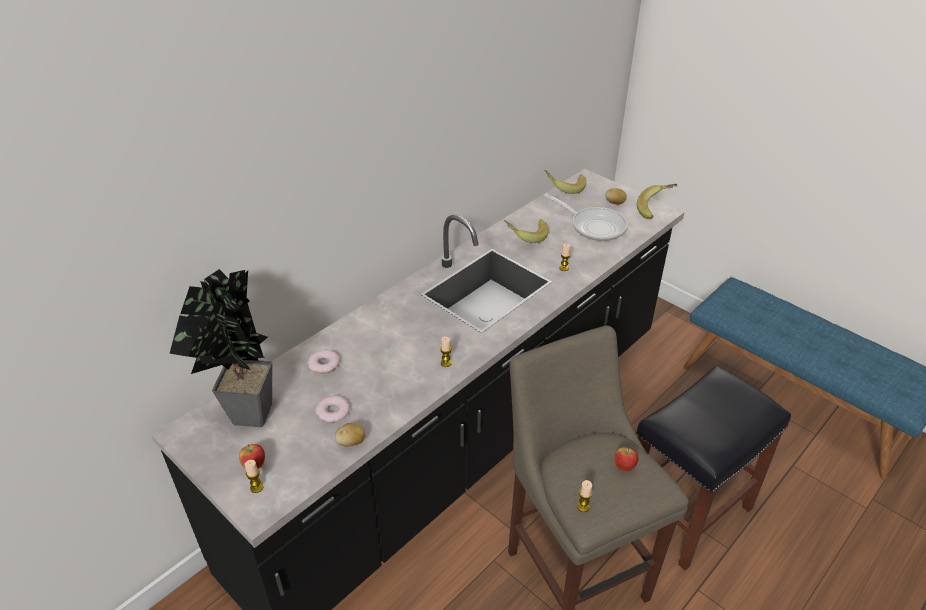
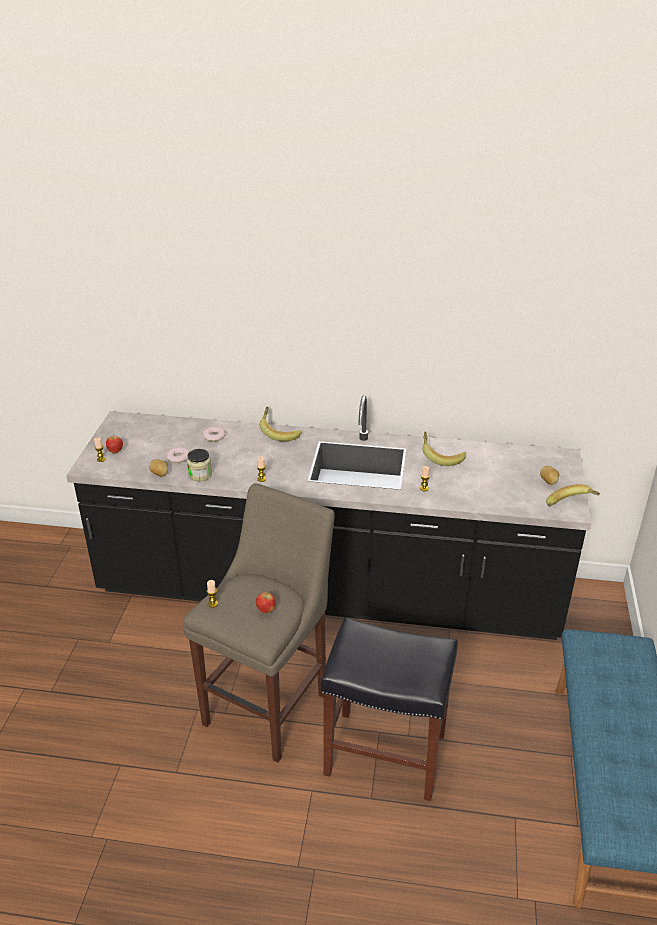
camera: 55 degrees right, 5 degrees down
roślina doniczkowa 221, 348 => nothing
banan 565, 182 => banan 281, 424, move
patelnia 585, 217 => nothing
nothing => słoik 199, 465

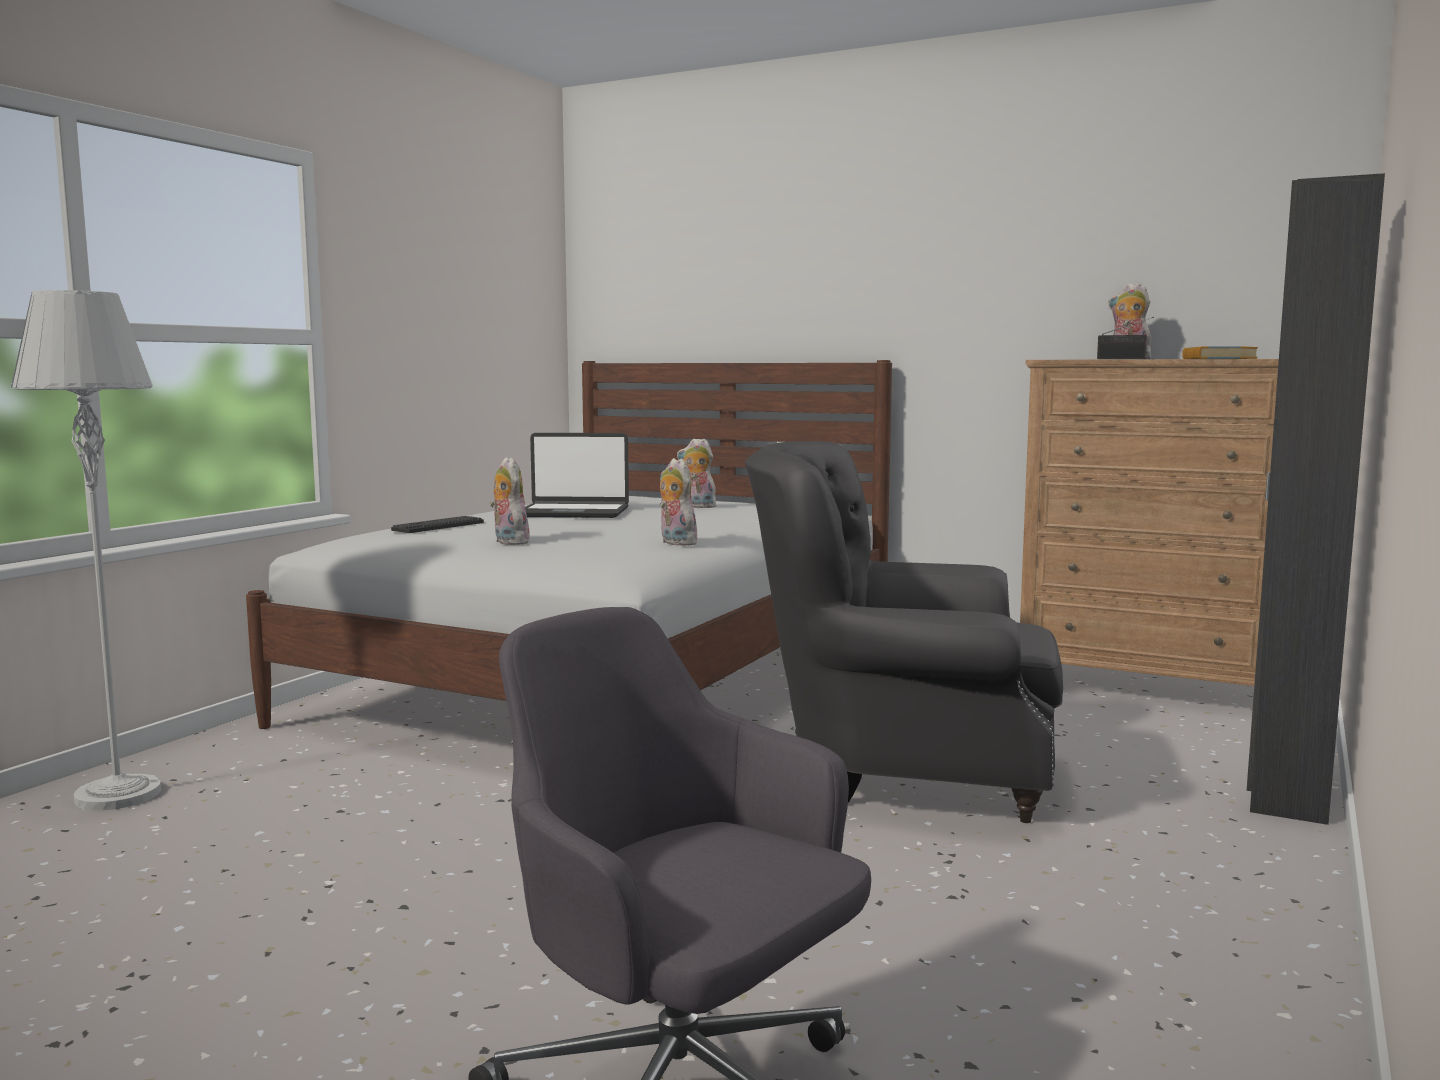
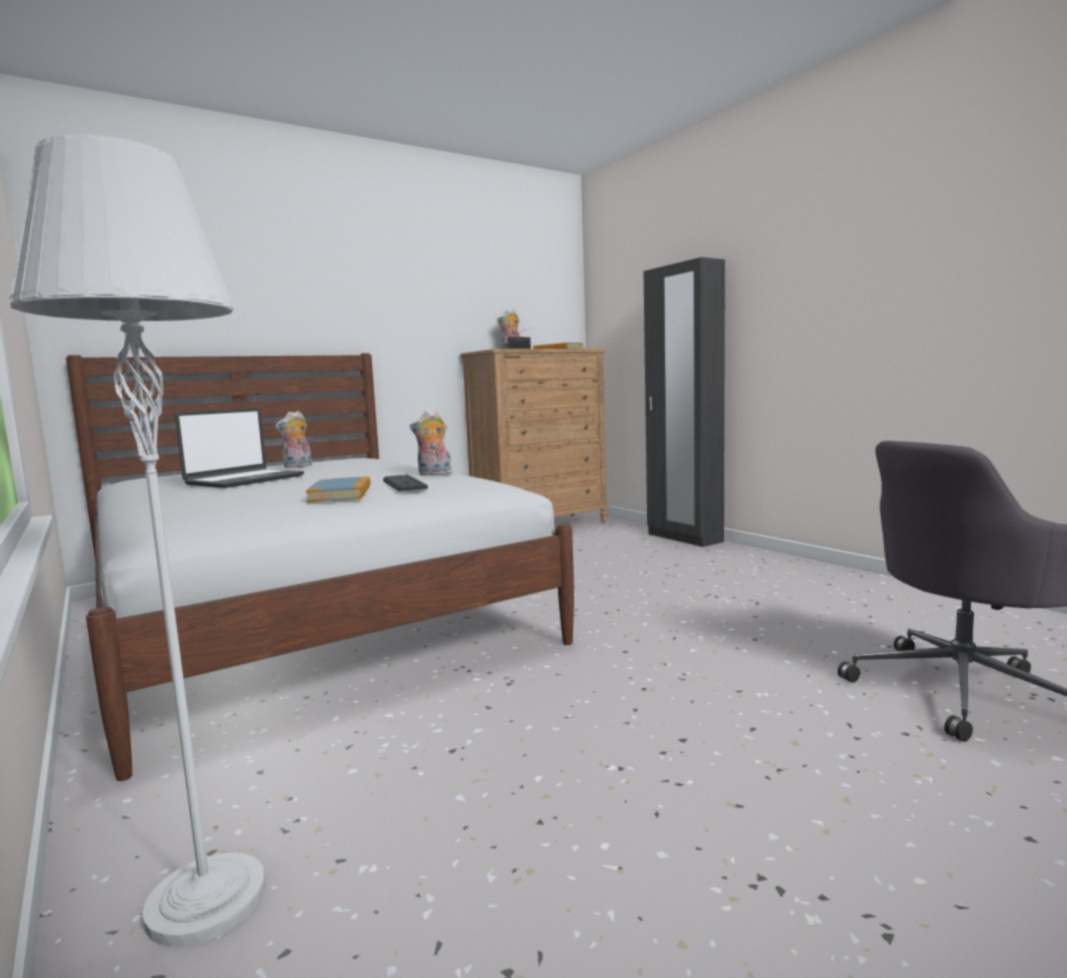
camera: 60 degrees left, 0 degrees up
klawiatura 437, 524 => klawiatura 405, 483, move
pluszak 509, 501 => książka 337, 489
fotel [szary] 904, 632 => nothing

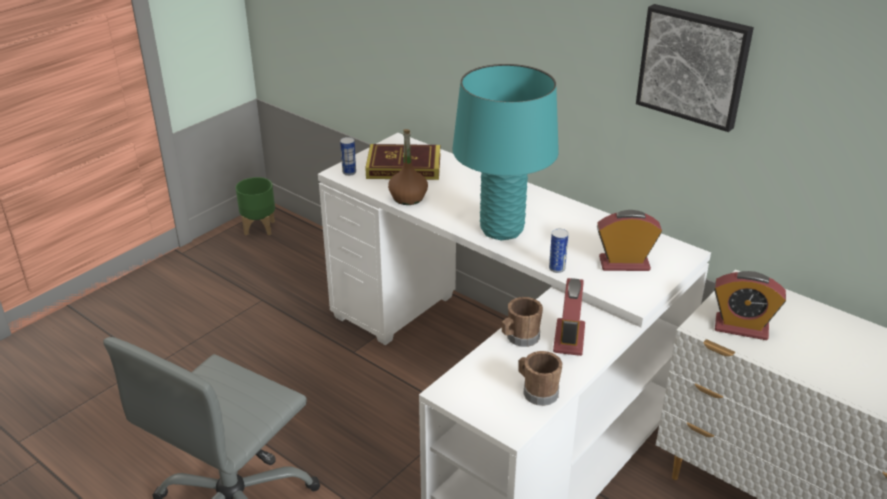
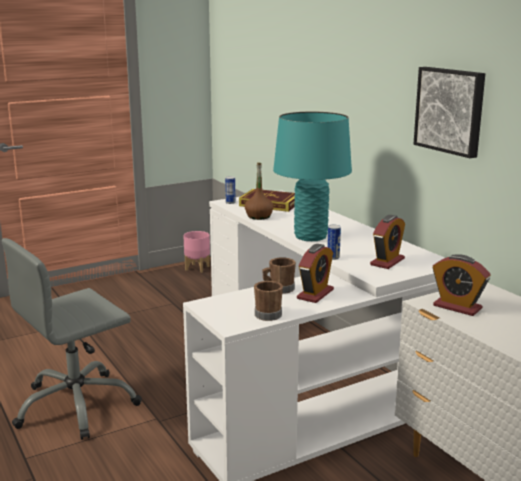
camera: 20 degrees right, 15 degrees down
donica [zielony] 255, 206 => donica [różowy] 197, 252
budzik 629, 240 => budzik 387, 242, 105 degrees clockwise

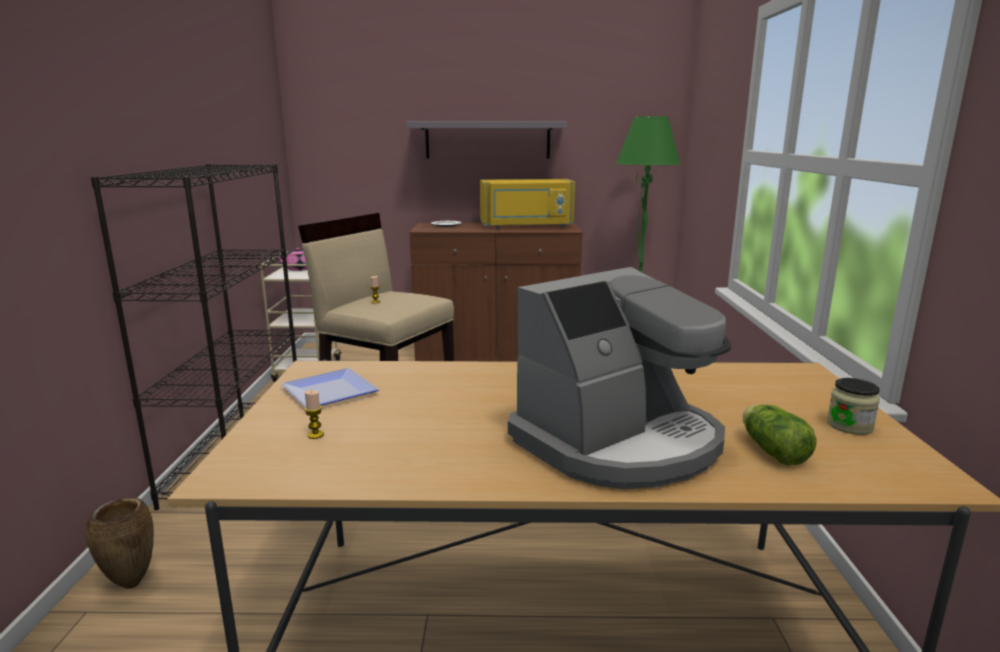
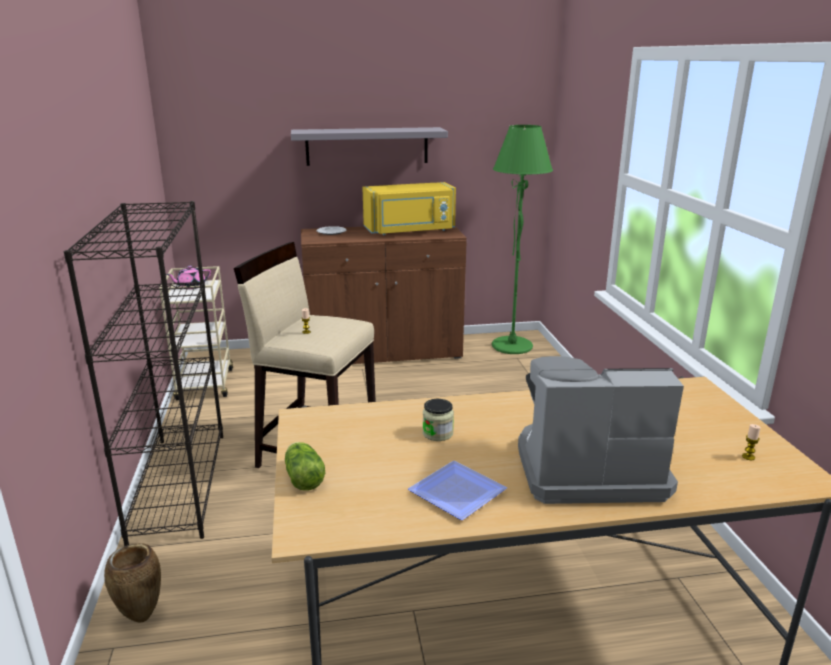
camera: 10 degrees left, 5 degrees up
talerz 330, 387 => talerz 457, 490, move
świeca 314, 414 => świeca 751, 442, move
ekspres do kawy 619, 378 => ekspres do kawy 601, 430, 135 degrees counterclockwise
sałata 780, 434 => sałata 305, 466, move
słoik 853, 406 => słoik 438, 420, move

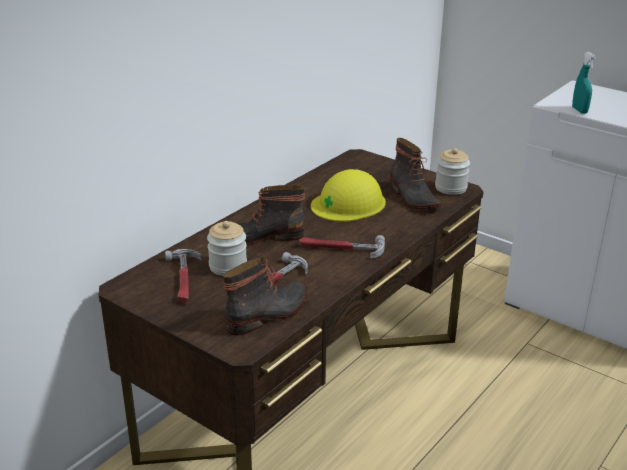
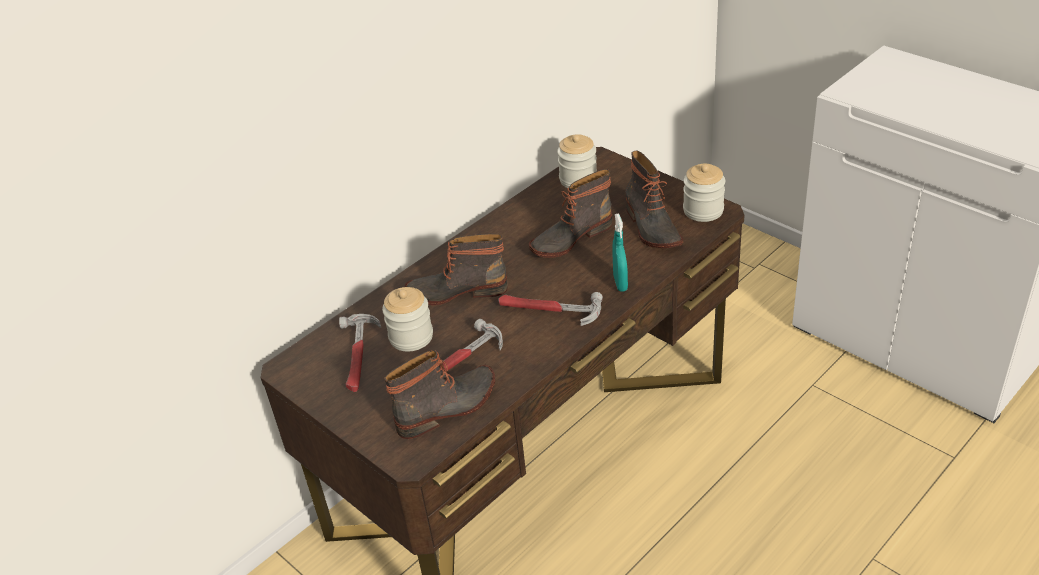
camera: 10 degrees right, 10 degrees up
kask [żółty] 348, 195 => but z cholewką 570, 213
spryskiwacz [turkusowy] 584, 83 => spryskiwacz [turkusowy] 620, 252, move
nothing => słoik 577, 161

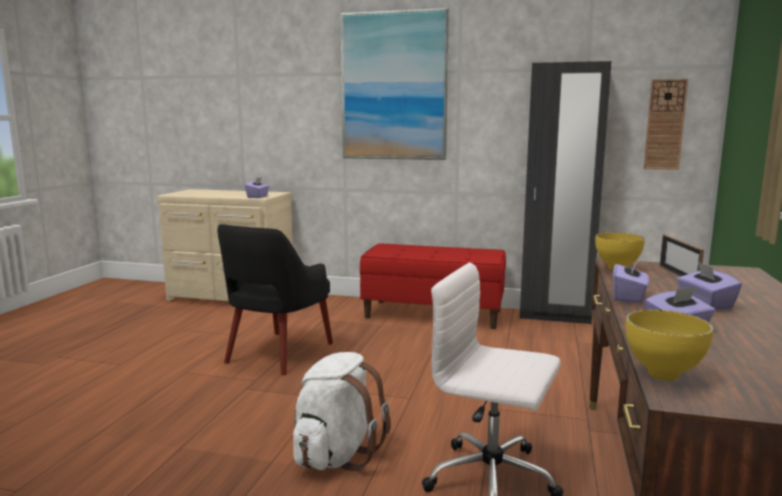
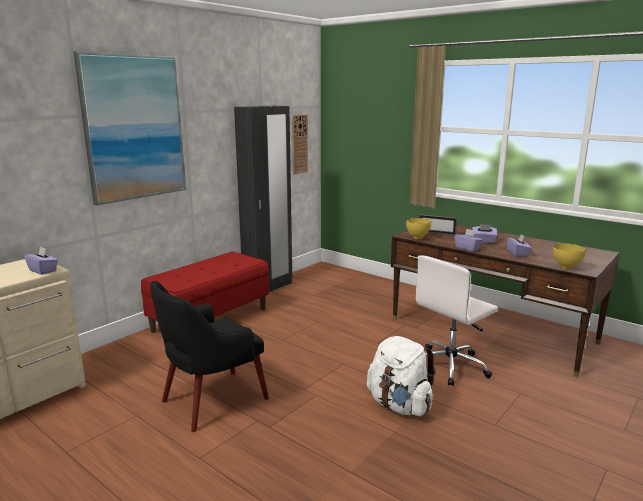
camera: 65 degrees left, 5 degrees up
fotel [czarny] 275, 300 => fotel [czarny] 209, 356, 90 degrees clockwise

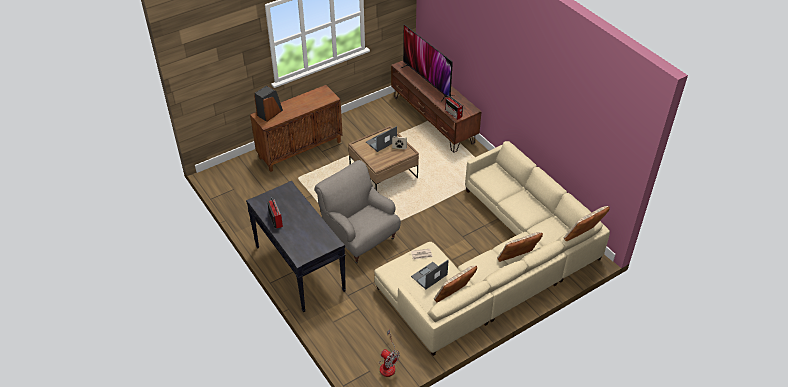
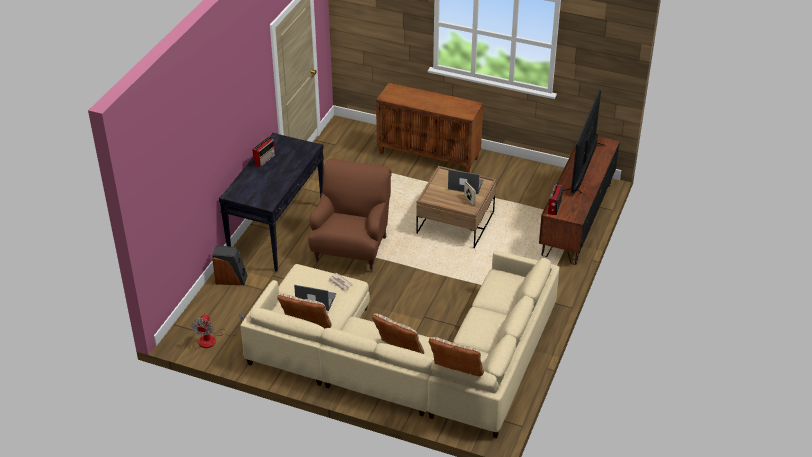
camera: 55 degrees right, 5 degrees down
głośnik 268, 104 => głośnik 230, 265, move
fotel [szary] 358, 211 => fotel [brązowy] 350, 215

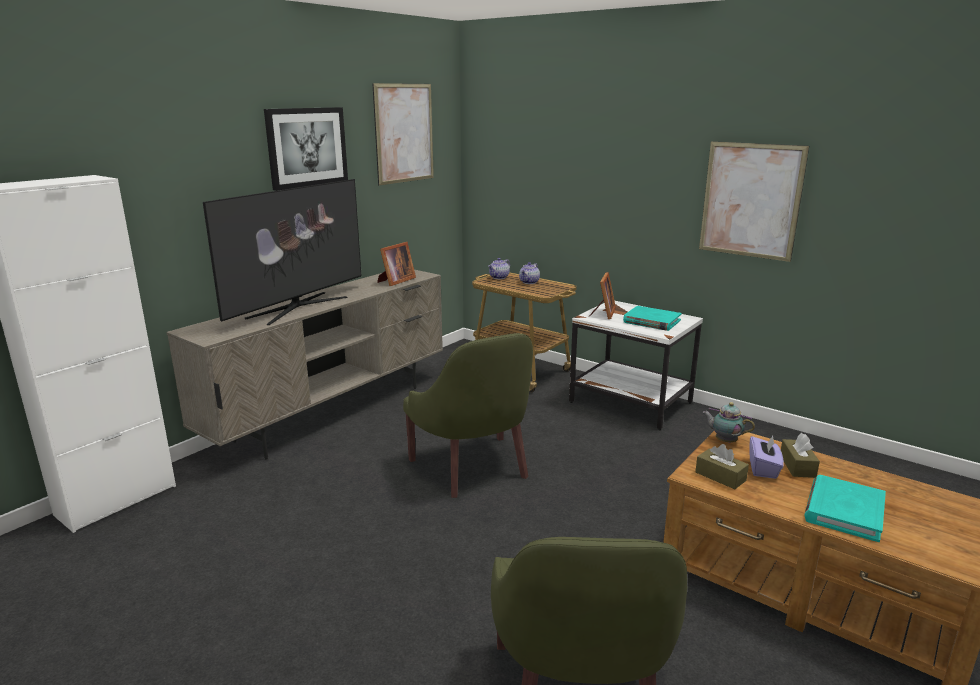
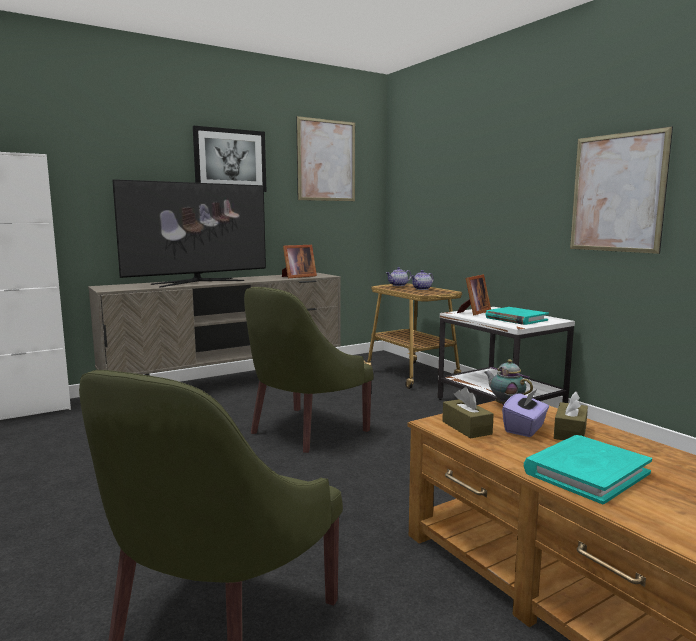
camera: 20 degrees right, 10 degrees down
fotel [zielony] 468, 415 => fotel [zielony] 309, 370, 45 degrees clockwise

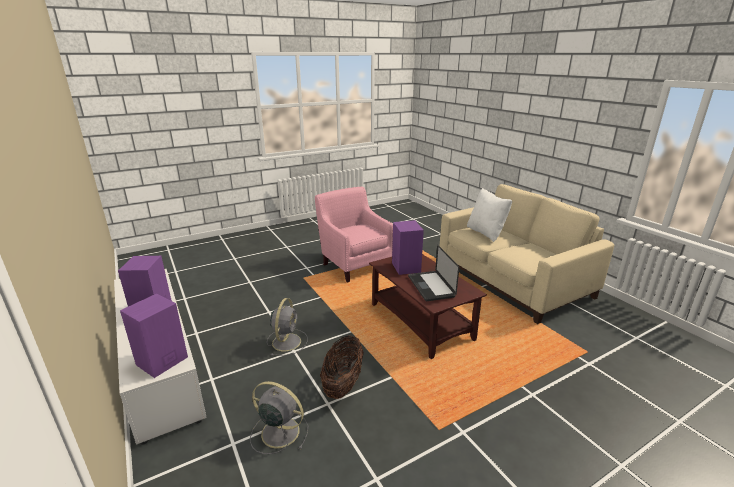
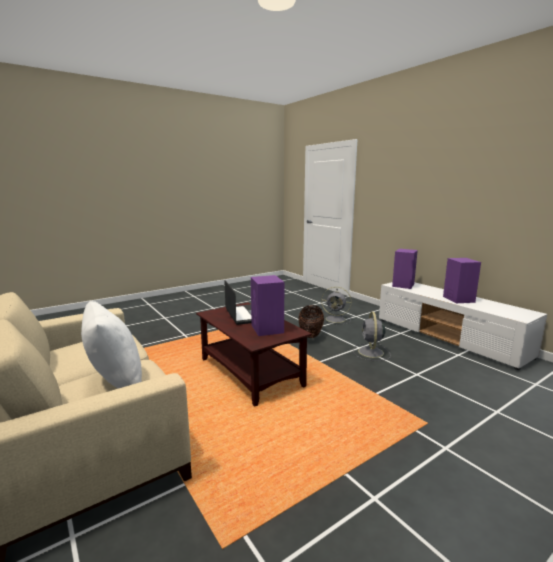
camera: 175 degrees right, 10 degrees down
fotel [różowy] 354, 235 => nothing

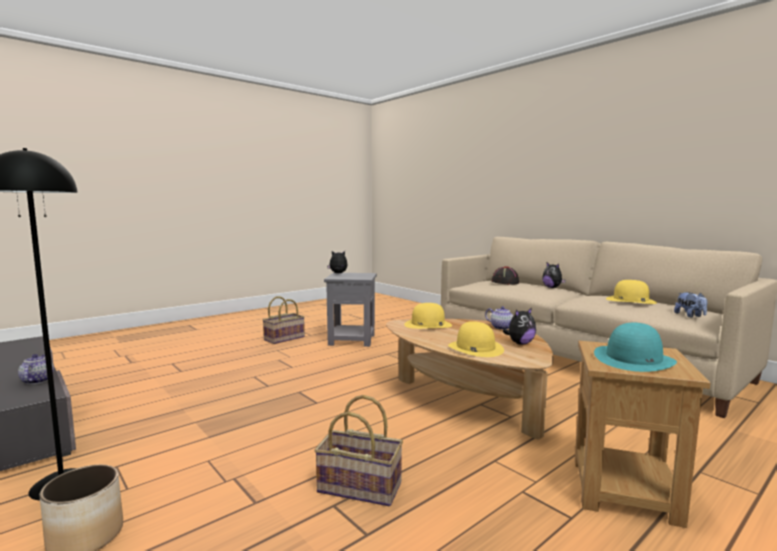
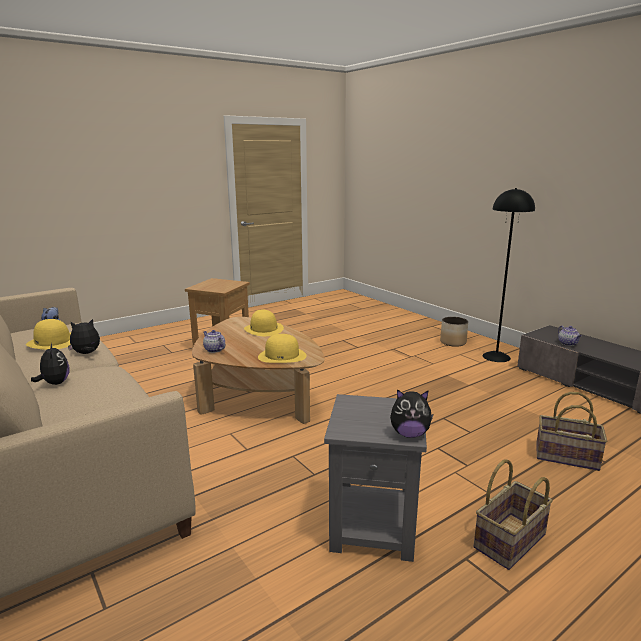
camera: 175 degrees left, 10 degrees up
koszyk 358, 450 => koszyk 571, 431, move
kapelusz [czarny] 505, 275 => nothing
pluszak 519, 326 => pluszak 84, 336, move
kapelusz [turkusowy] 635, 347 => nothing

